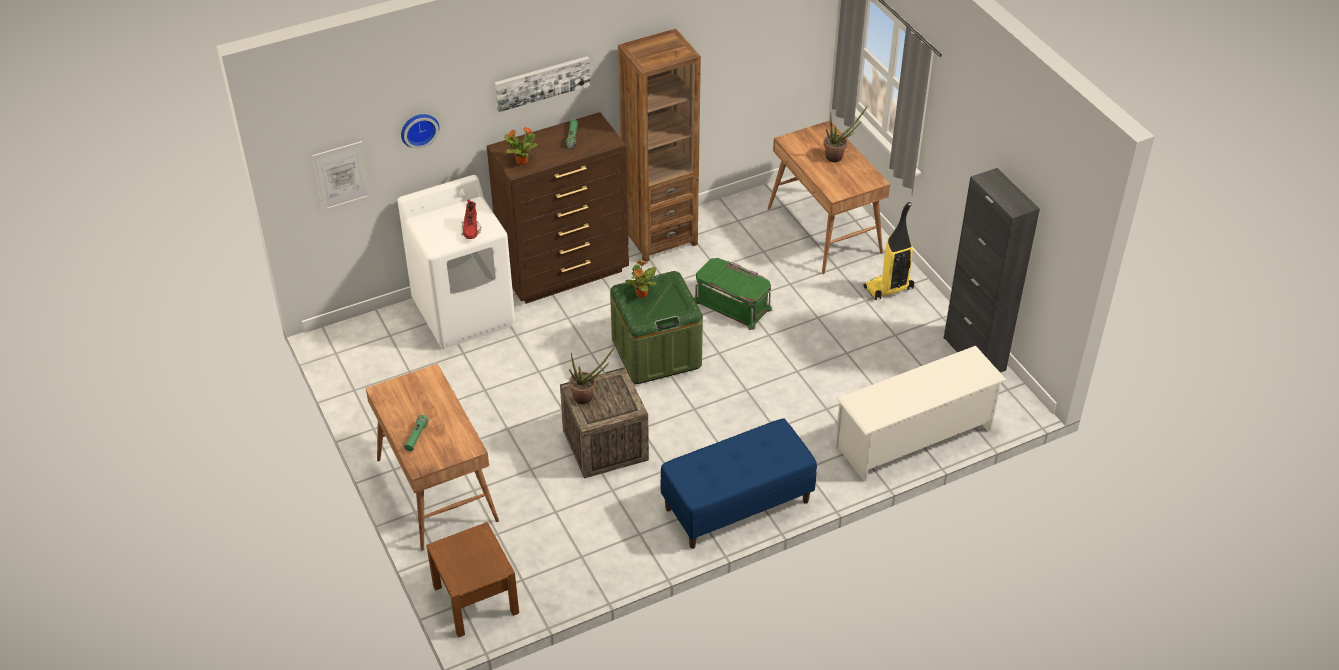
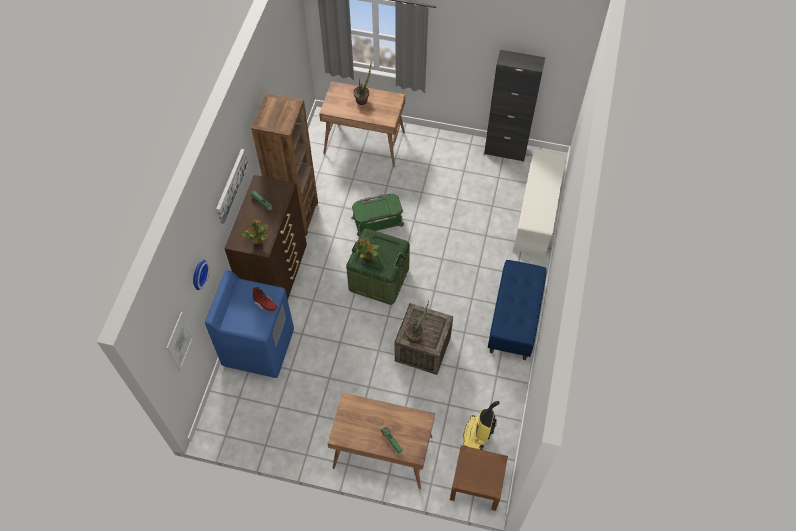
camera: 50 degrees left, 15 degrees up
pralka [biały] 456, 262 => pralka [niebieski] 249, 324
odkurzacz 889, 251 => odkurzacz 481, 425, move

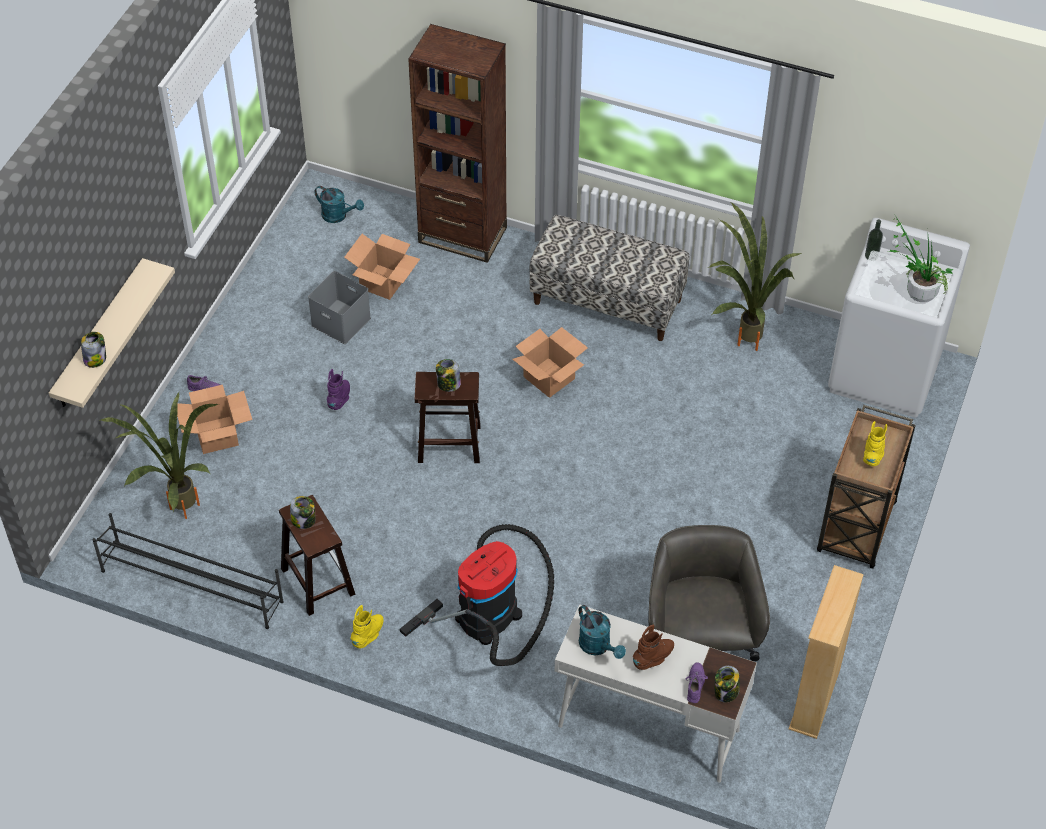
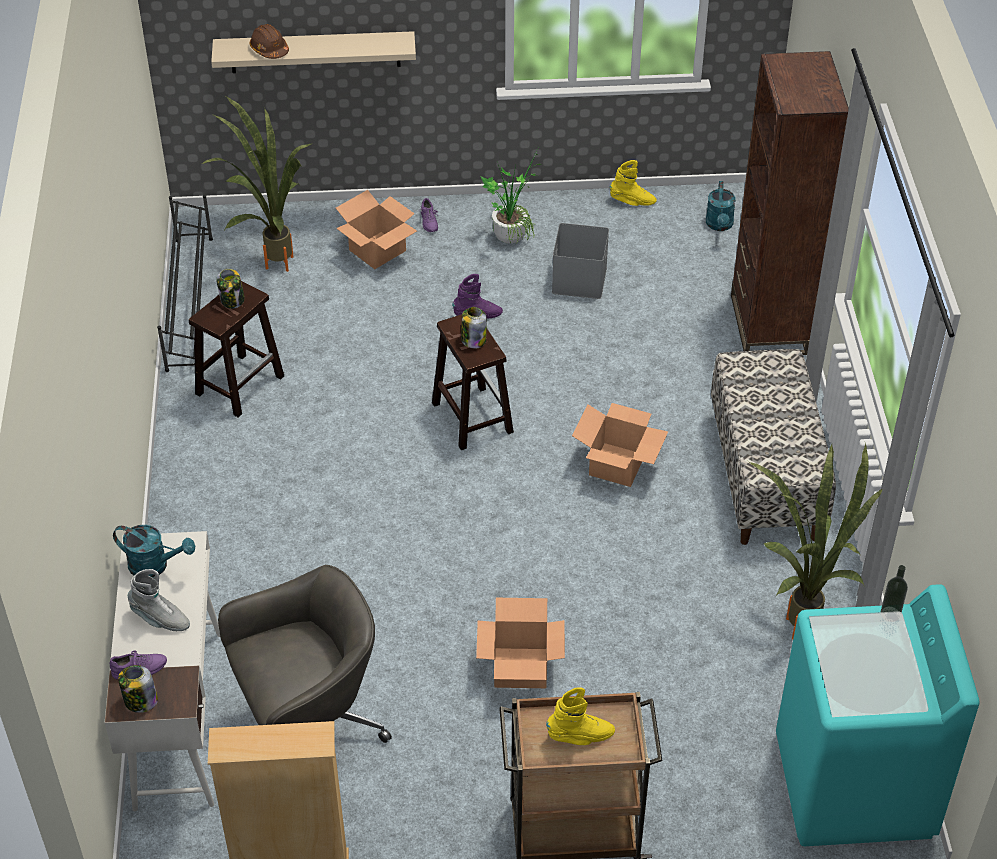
camera: 65 degrees right, 5 degrees down
słoik 93, 350 => kask [brązowy] 269, 41
karton 382, 267 => karton 520, 643, move
but z cholewką [żółty] 367, 626 => but z cholewką [żółty] 633, 183, move
odkurzacz 477, 595 => nothing
konewka [turkusowy] 602, 632 => konewka [turkusowy] 154, 551, 105 degrees counterclockwise
but z cholewką [brązowy] 653, 647 => but z cholewką [szary] 159, 600
pralka [biały] 899, 317 => pralka [turkusowy] 878, 715
roślina doniczkowa 921, 258 => roślina doniczkowa 511, 197, move

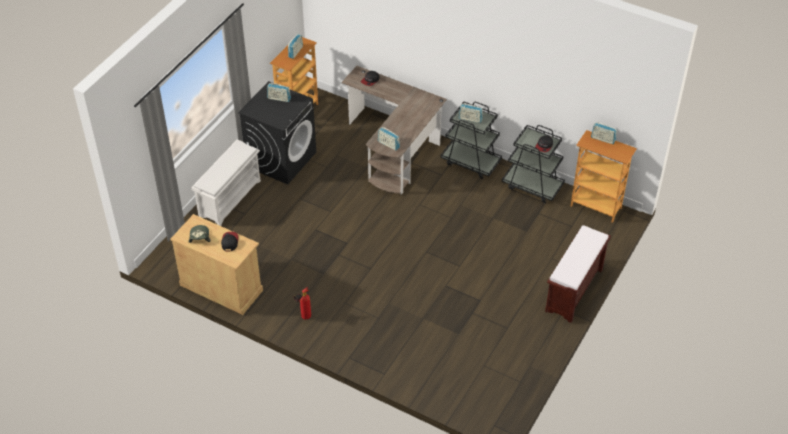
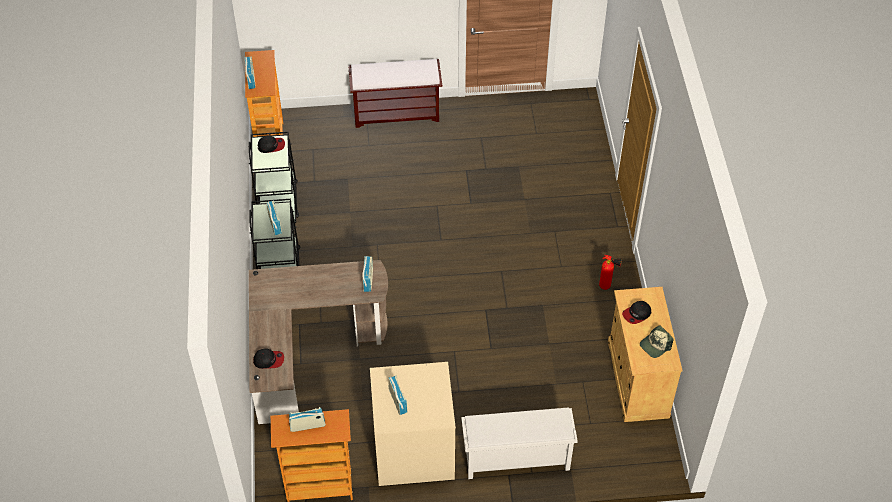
camera: 125 degrees left, 5 degrees up
pralka [czarny] 277, 132 => pralka [beżowy] 413, 424

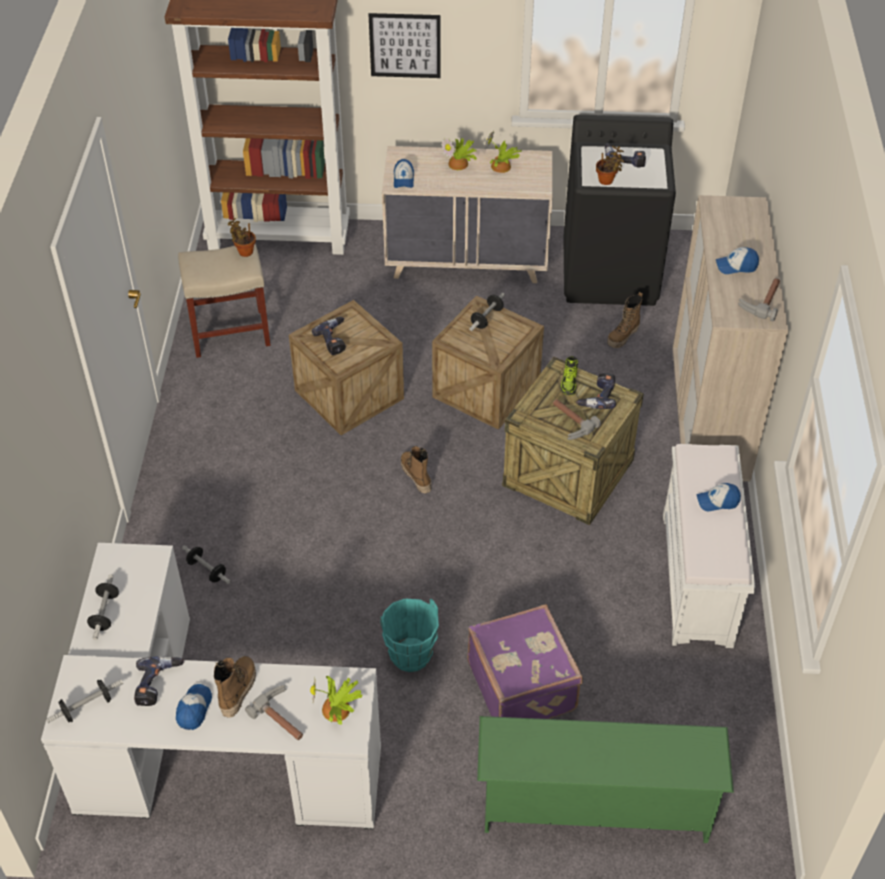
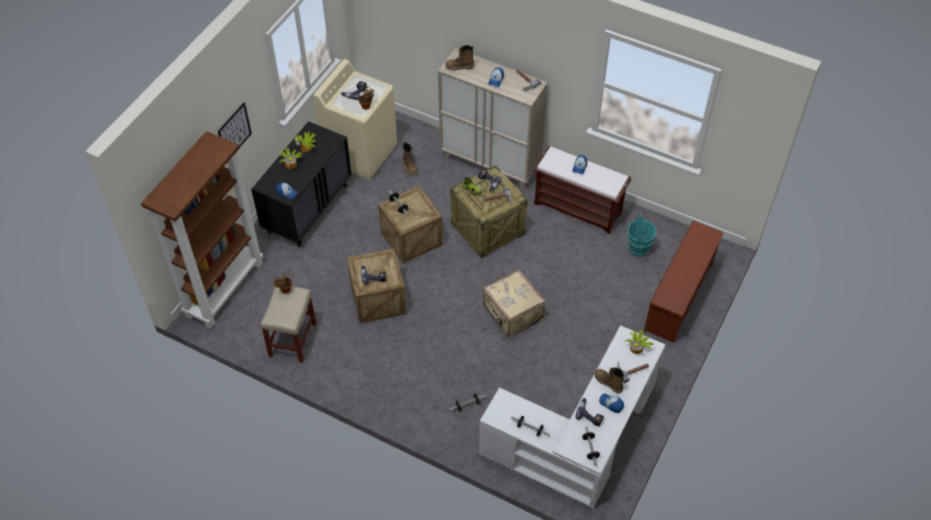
camera: 65 degrees left, 5 degrees up
wiadro [turkusowy] 409, 635 => wiadro [turkusowy] 642, 236, move
komoda [beżowy] 467, 214 => komoda [czarny] 301, 184
but z cholewką 416, 470 => but z cholewką 459, 58, move
walizka [fioletowy] 525, 661 => nothing
regał na buty [zielony] 605, 779 => regał na buty [brązowy] 684, 282
pralka [czarny] 620, 210 => pralka [beżowy] 355, 119
ławka [biały] 709, 546 => ławka [brązowy] 582, 190
nothing => walizka [beżowy] 514, 303

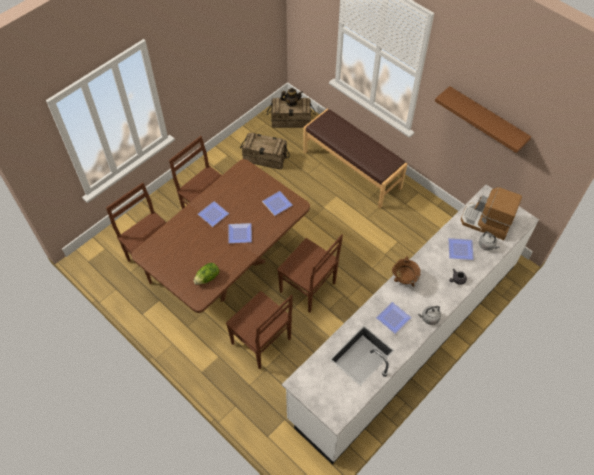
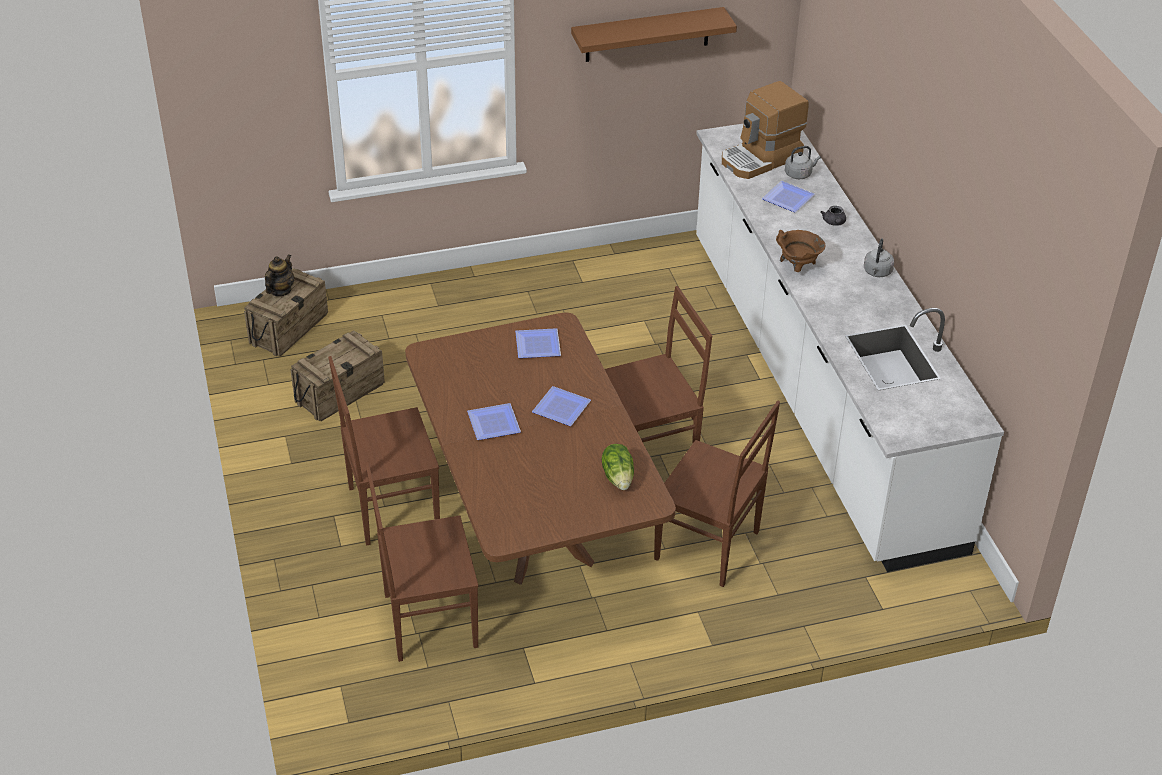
camera: 60 degrees left, 15 degrees down
krzesło [brązowy] 259, 330 => krzesło [brązowy] 717, 494, 45 degrees clockwise
ławka [brązowy] 355, 158 => nothing
talerz 394, 318 => nothing

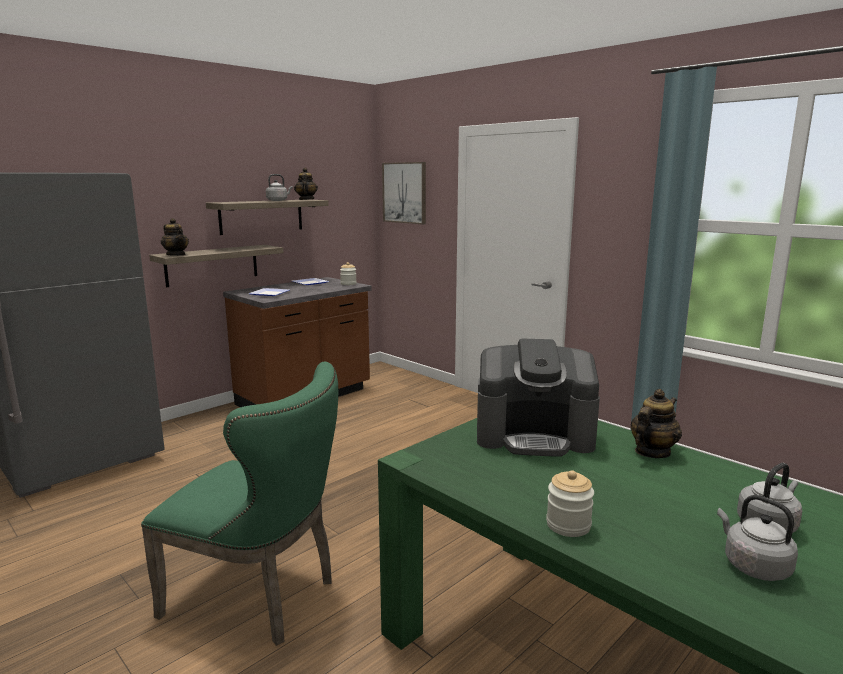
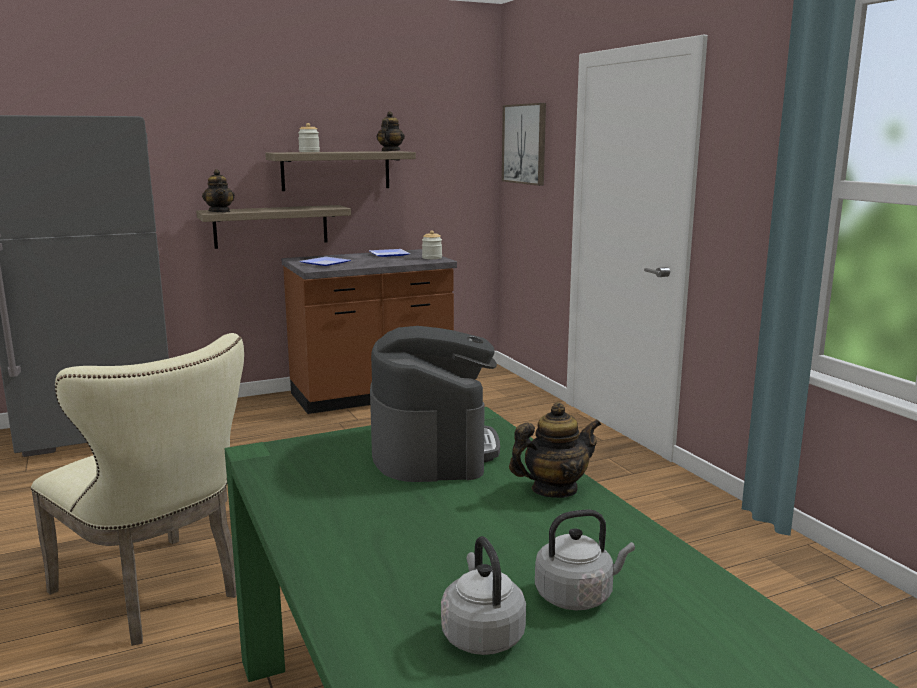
camera: 20 degrees right, 0 degrees up
krzesło [zielony] 239, 504 => krzesło [beżowy] 137, 489
czajnik [szary] 279, 187 => nothing
ekspres do kawy 538, 397 => ekspres do kawy 435, 404, 120 degrees counterclockwise
słoik 570, 503 => słoik 309, 137, move

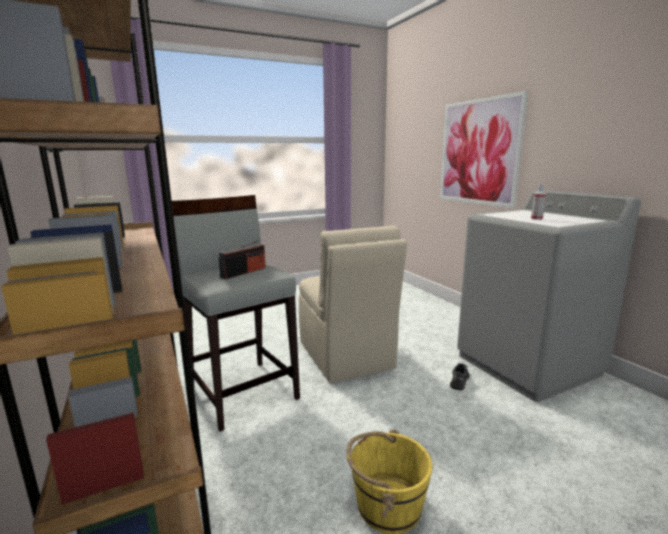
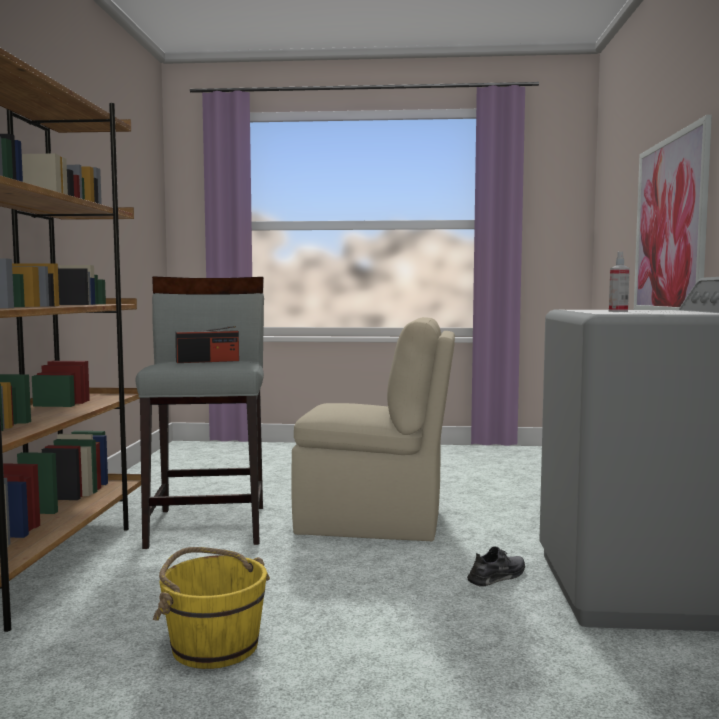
camera: 30 degrees right, 10 degrees down
krzesło [beżowy] 353, 304 => krzesło [beżowy] 373, 429, 90 degrees counterclockwise

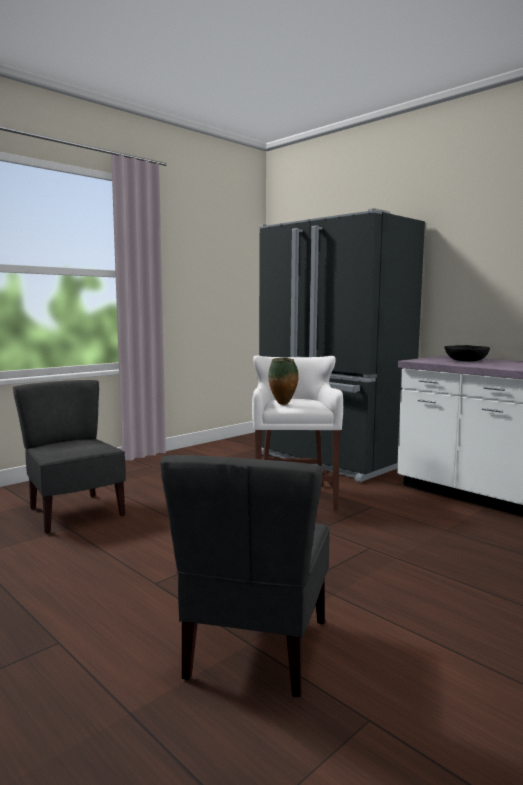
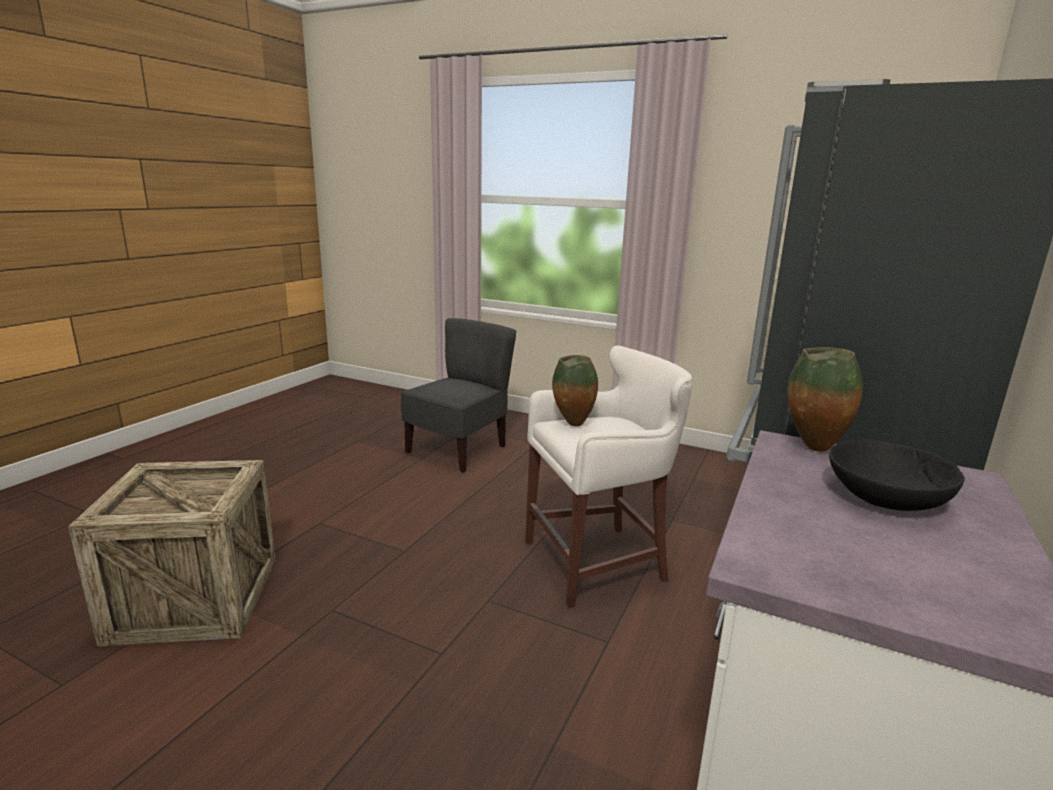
camera: 70 degrees right, 10 degrees up
krzesło [szary] 245, 576 => skrzynka 172, 553
nothing => wazon 825, 399

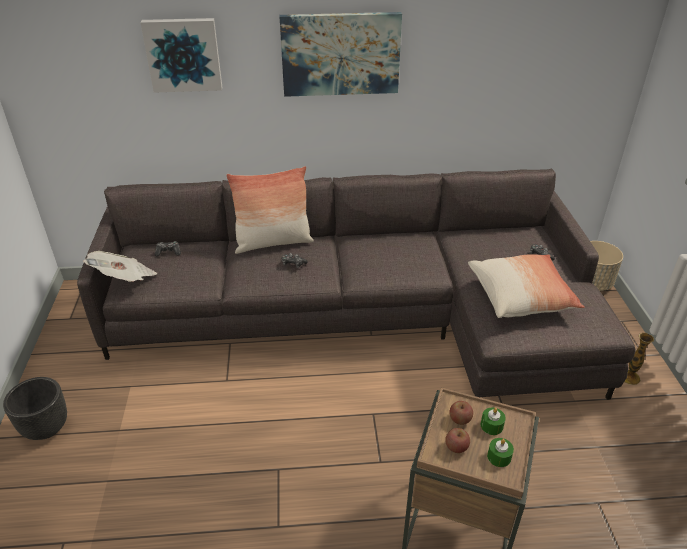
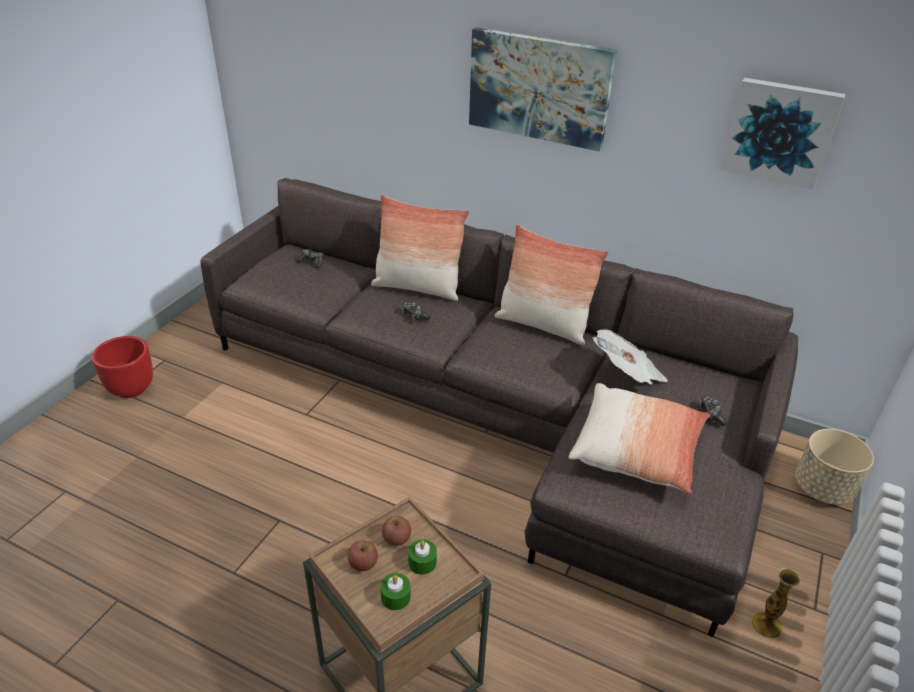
camera: 30 degrees right, 0 degrees up
donica [czarny] 35, 408 => donica [czerwony] 122, 367
gazeta 120, 266 => gazeta 630, 357, move
obraz 181, 55 => obraz 782, 133, move
nothing => poduszka 551, 284

